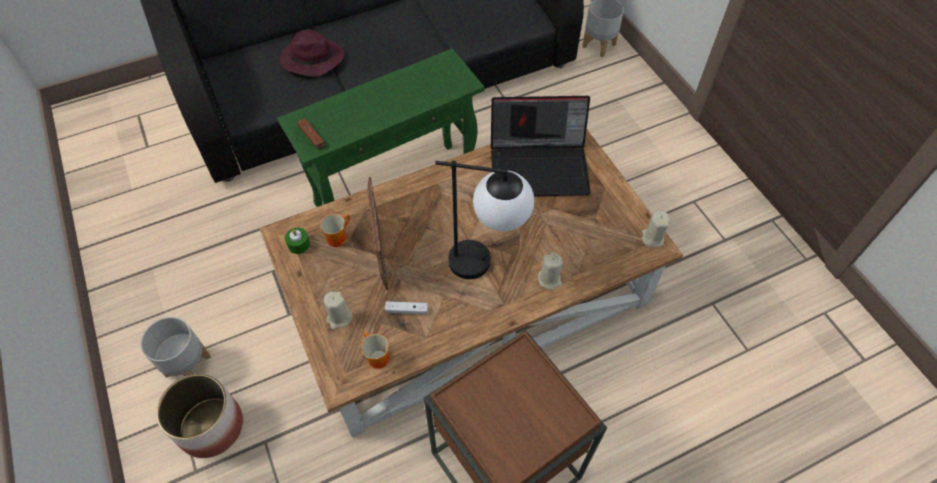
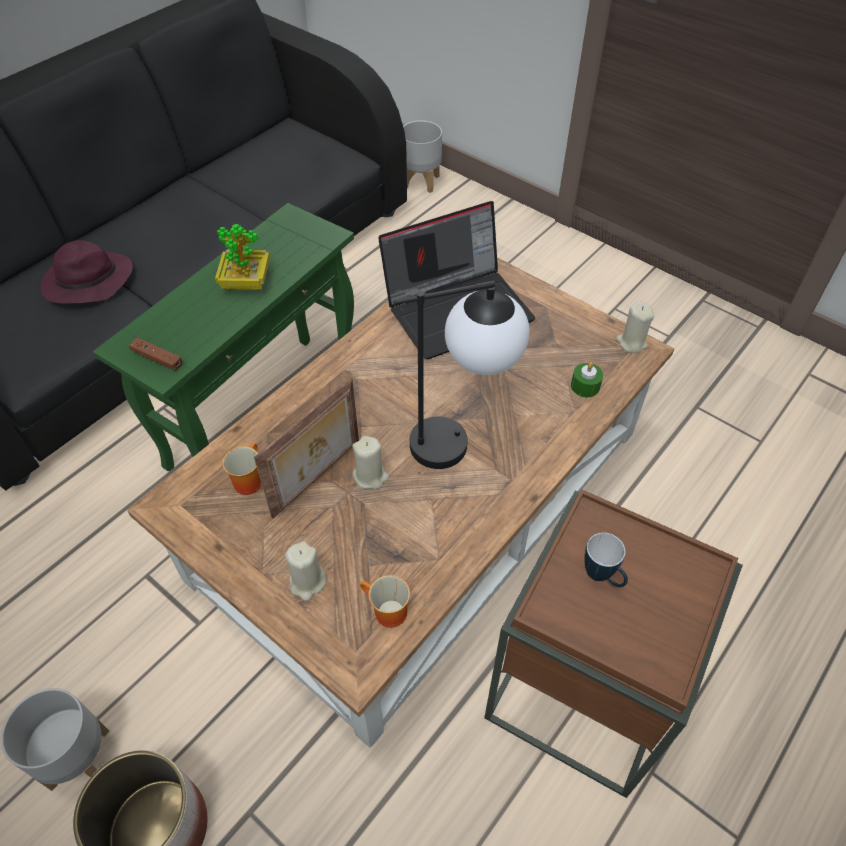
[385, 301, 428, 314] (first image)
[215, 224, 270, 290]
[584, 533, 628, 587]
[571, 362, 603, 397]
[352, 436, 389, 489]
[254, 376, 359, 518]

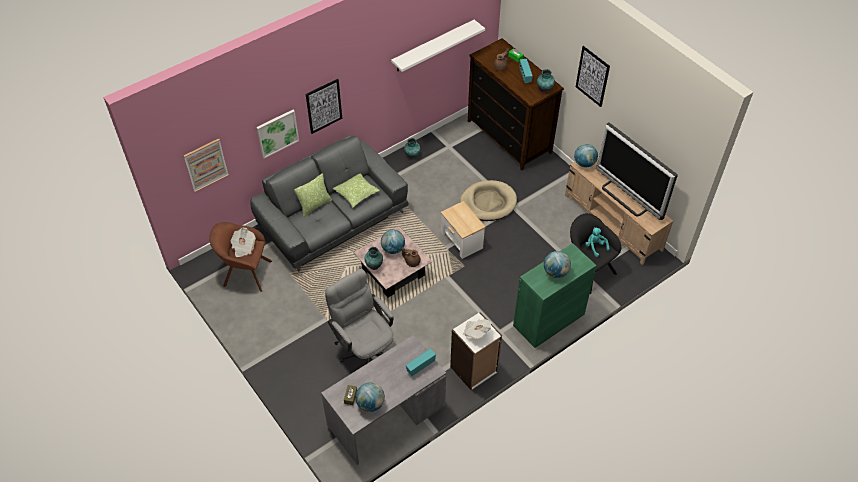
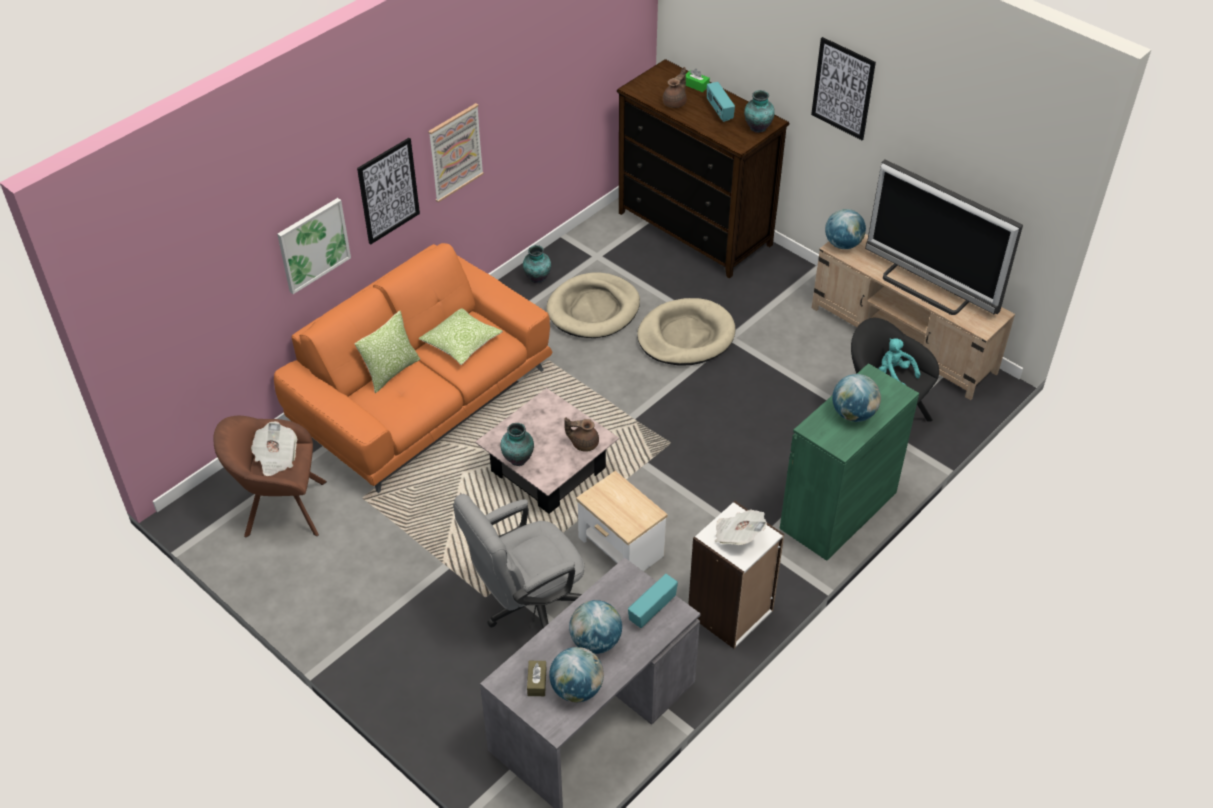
[391, 20, 485, 72] (first image)
[546, 272, 640, 338]
[428, 103, 484, 202]
[569, 600, 622, 654]
[576, 471, 668, 571]
[274, 243, 552, 493]
[453, 494, 584, 629]

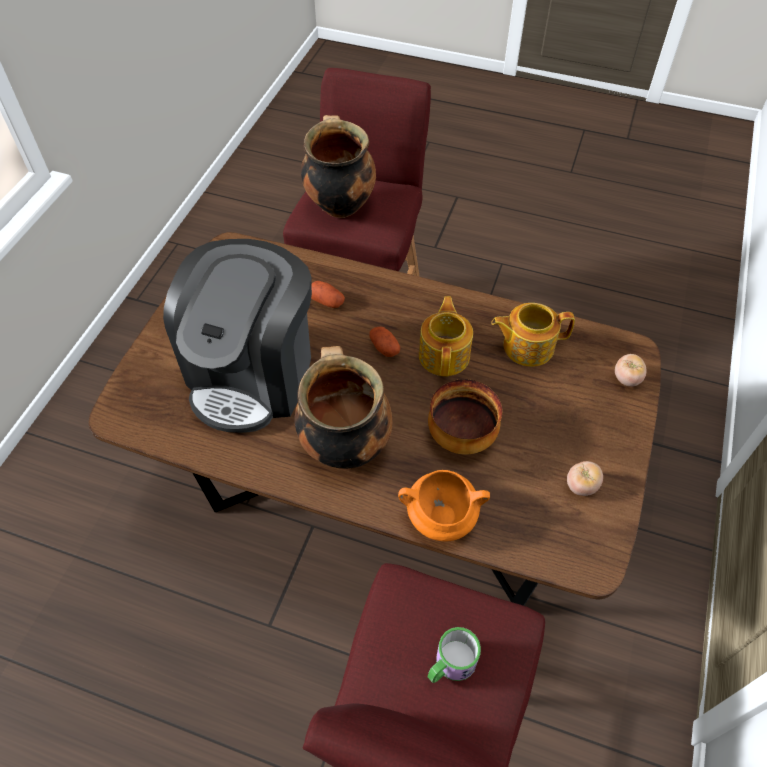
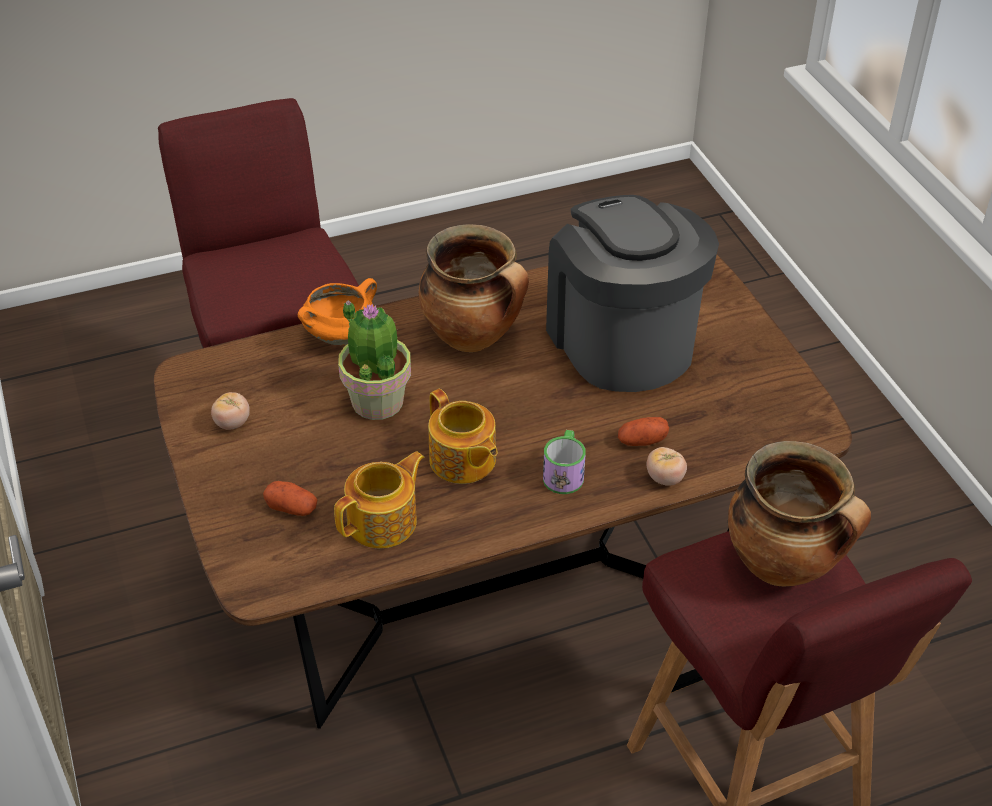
[263, 481, 317, 516]
[543, 430, 586, 494]
[647, 447, 687, 486]
[338, 301, 411, 420]

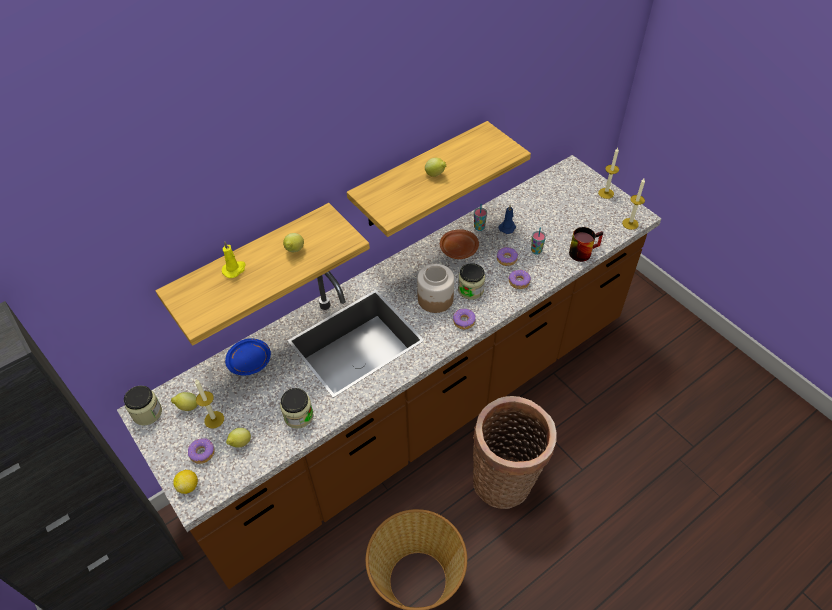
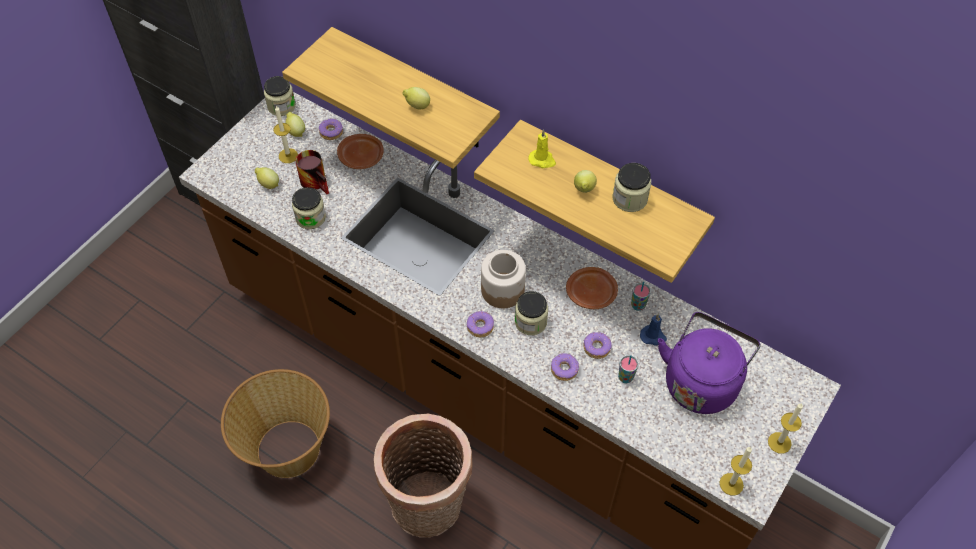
[173, 470, 198, 494] (first image)
[613, 163, 651, 212]
[658, 312, 761, 414]
[319, 118, 343, 140]
[528, 129, 556, 168]
[295, 150, 329, 194]
[337, 134, 384, 169]

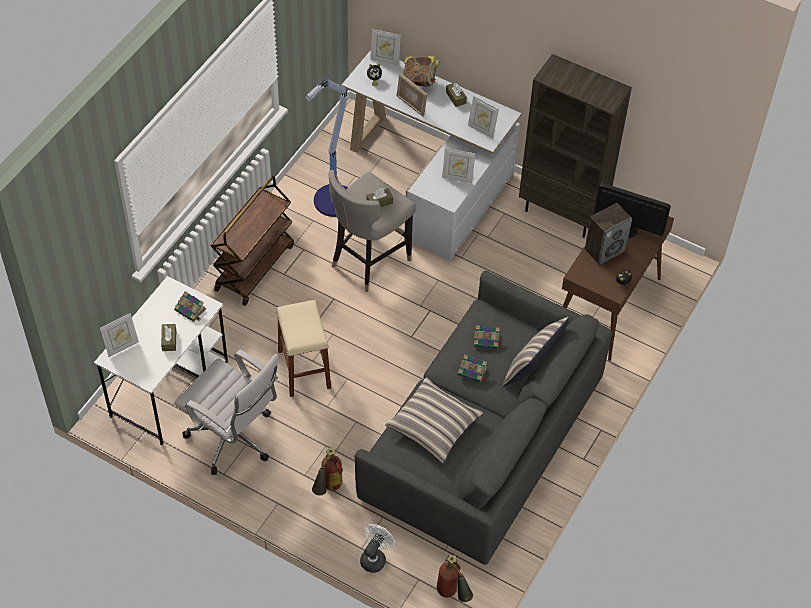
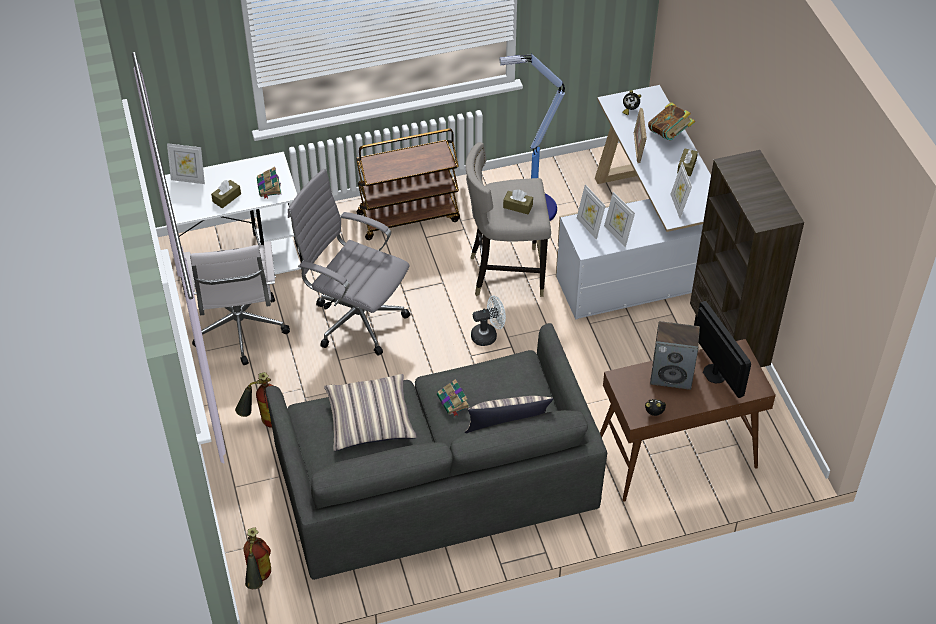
[474, 325, 502, 349] (first image)
[471, 296, 506, 346]
[577, 184, 605, 240]
[288, 169, 410, 356]

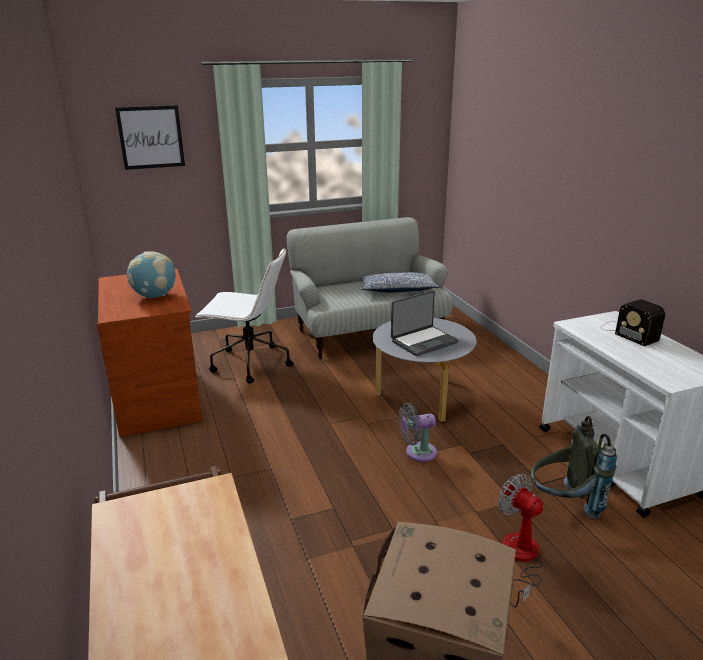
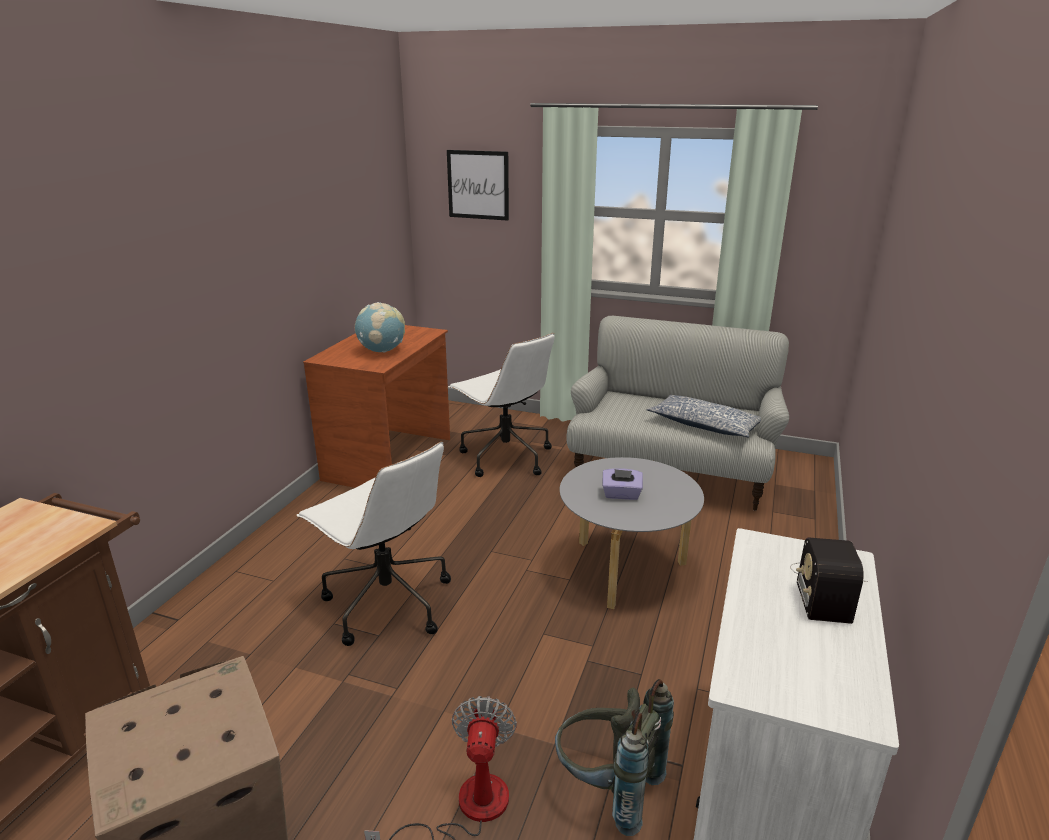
[399, 403, 437, 462] (first image)
[297, 441, 451, 646]
[602, 468, 643, 500]

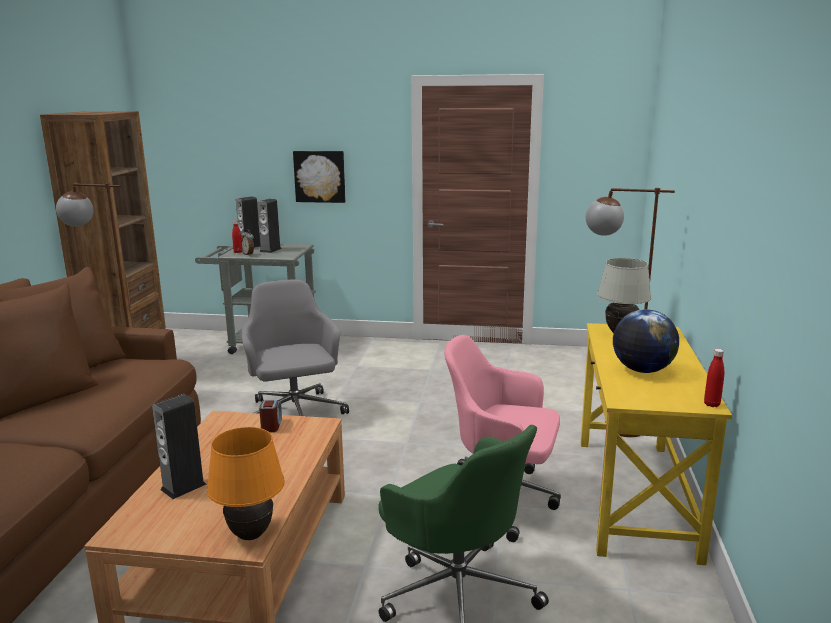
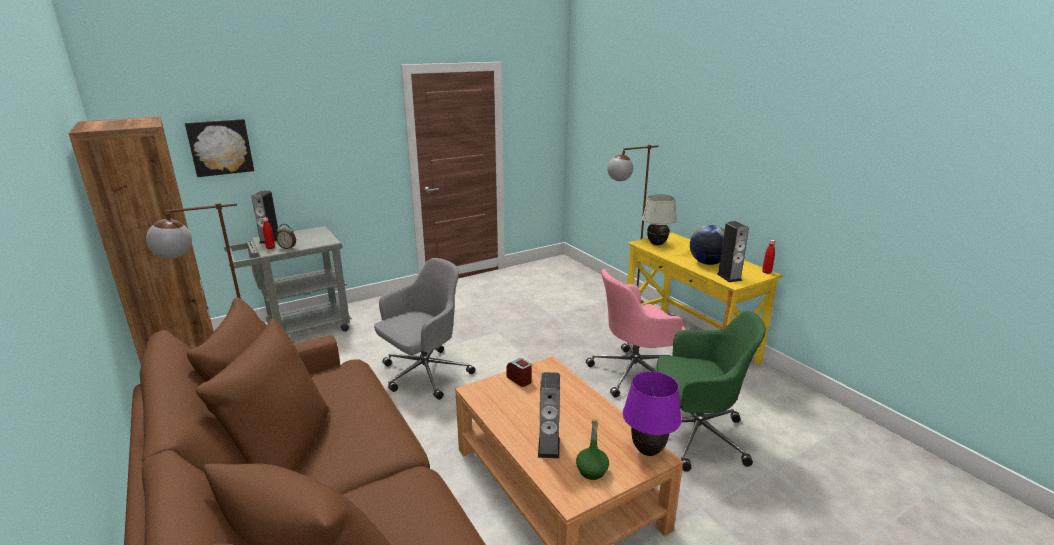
[576, 419, 609, 480]
[717, 221, 749, 282]
[185, 119, 254, 177]
[623, 371, 682, 456]
[374, 258, 476, 400]

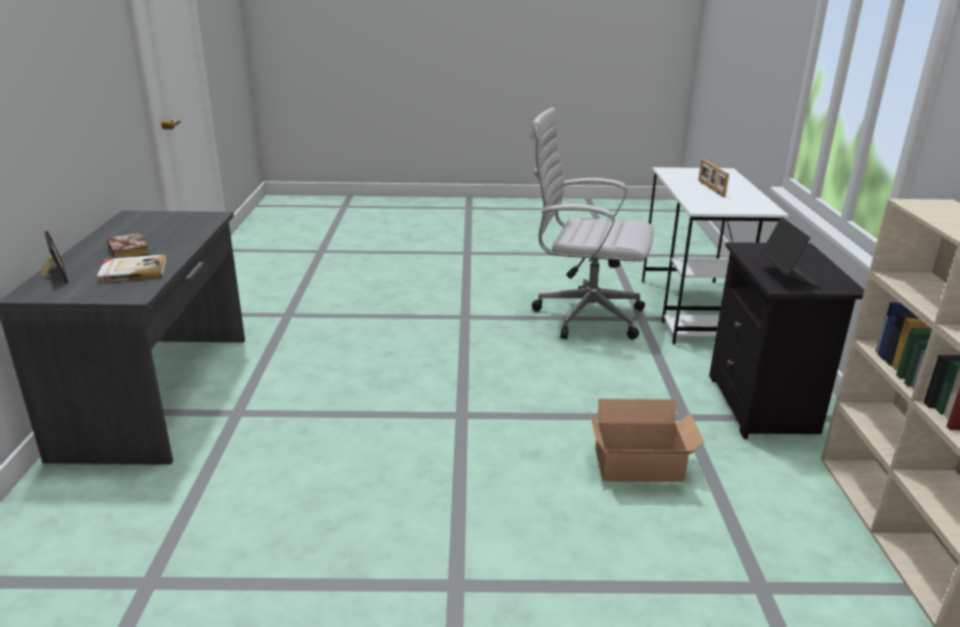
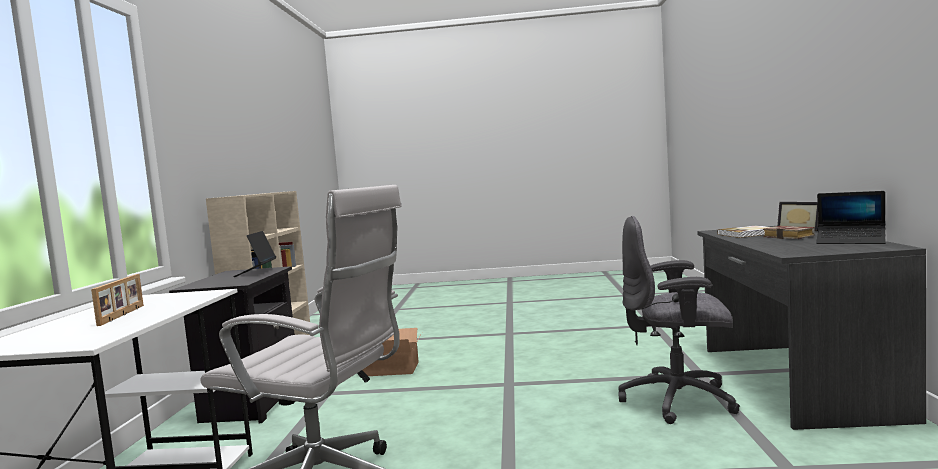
[618, 216, 740, 424]
[816, 191, 886, 244]

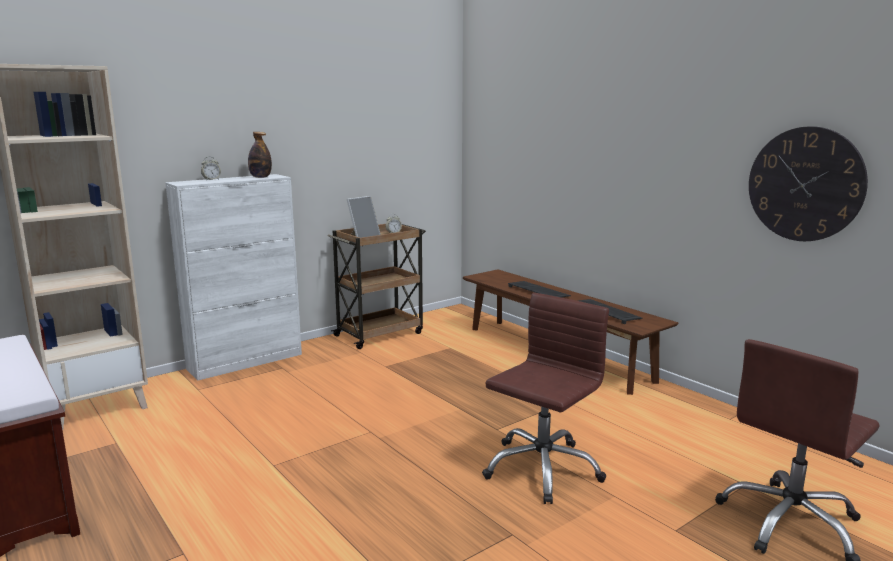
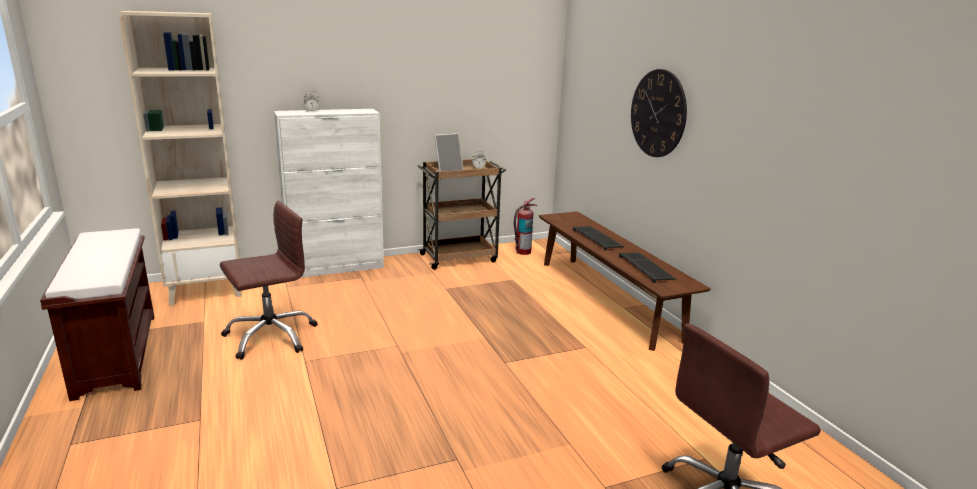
[248, 132, 272, 178] (first image)
[514, 198, 537, 255]
[220, 201, 317, 360]
[631, 69, 687, 157]

